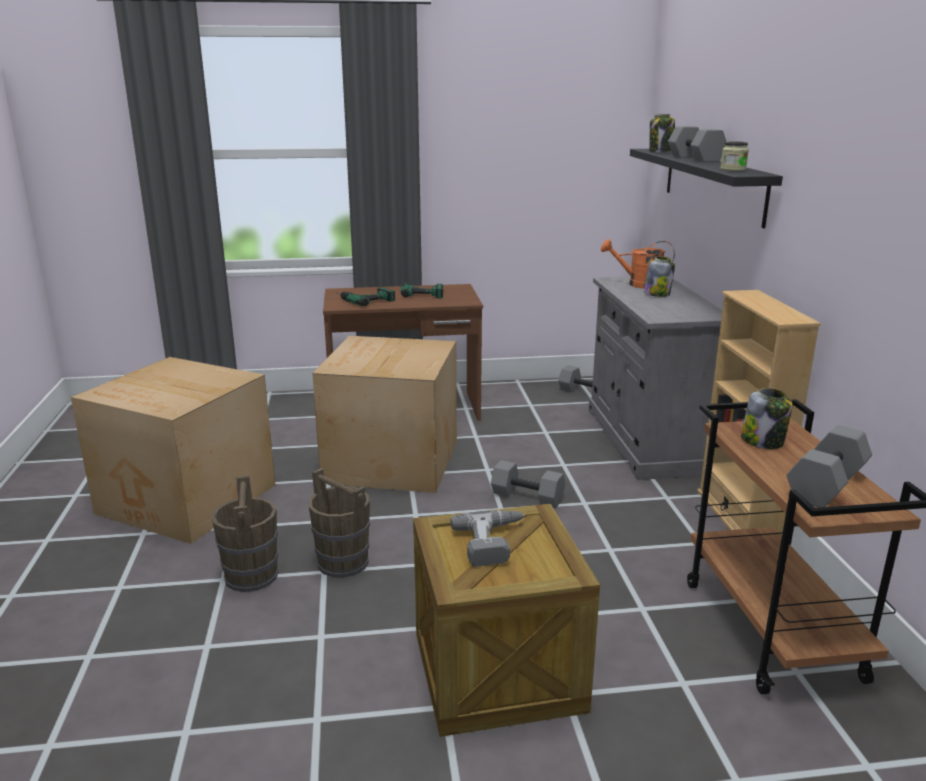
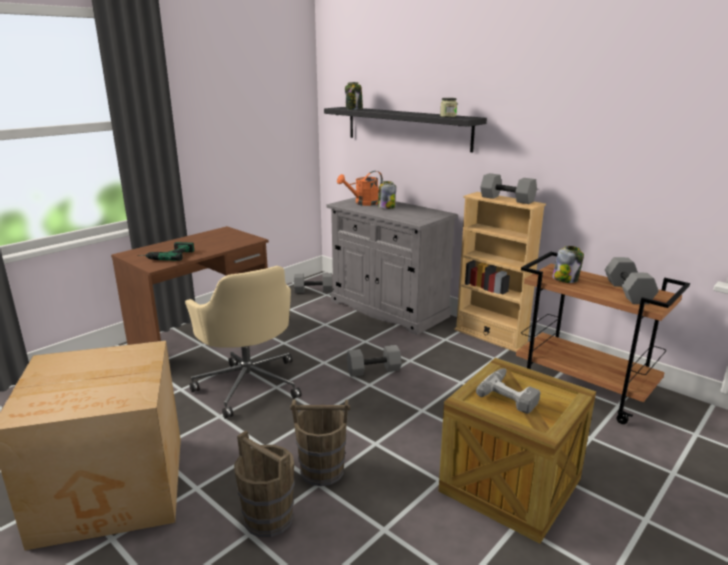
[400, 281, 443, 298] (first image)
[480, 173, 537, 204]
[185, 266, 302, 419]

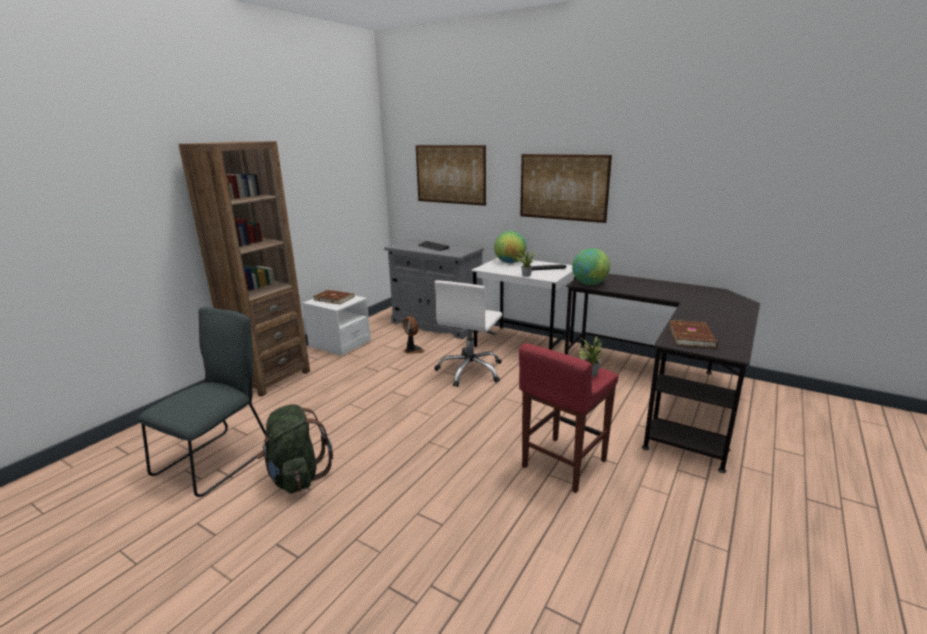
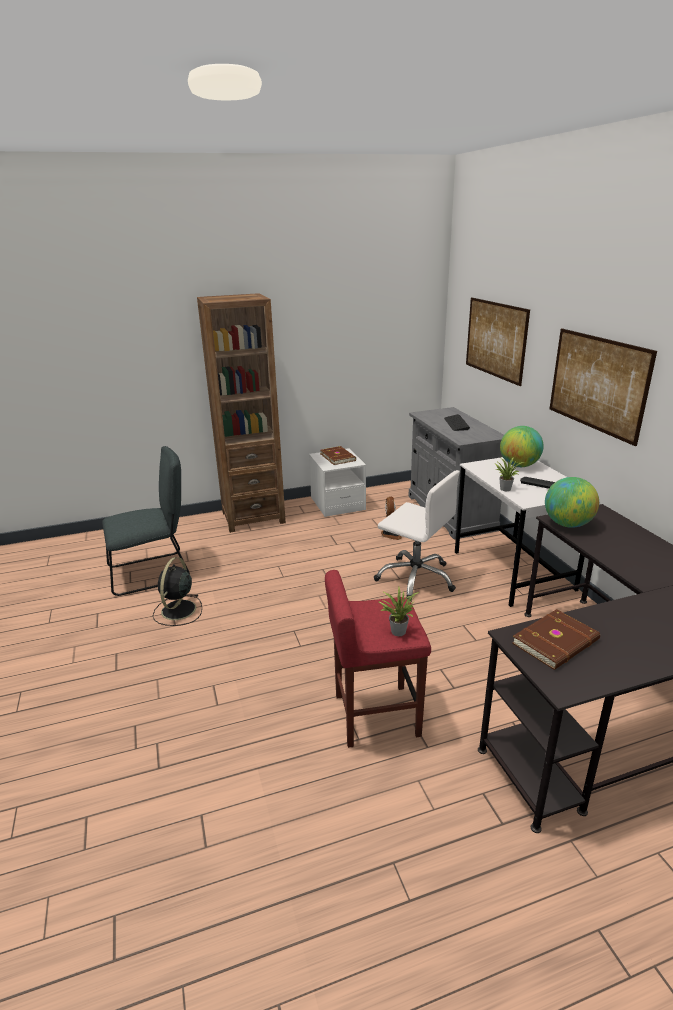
[153, 557, 202, 626]
[374, 470, 460, 602]

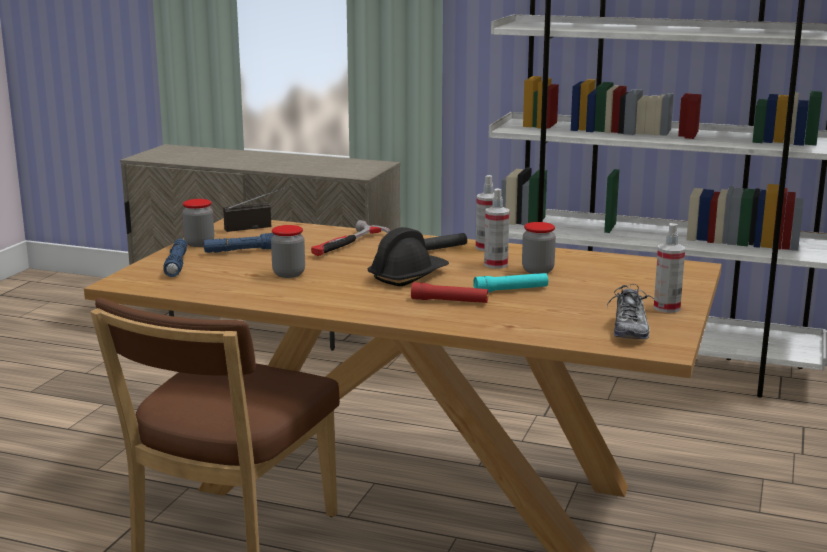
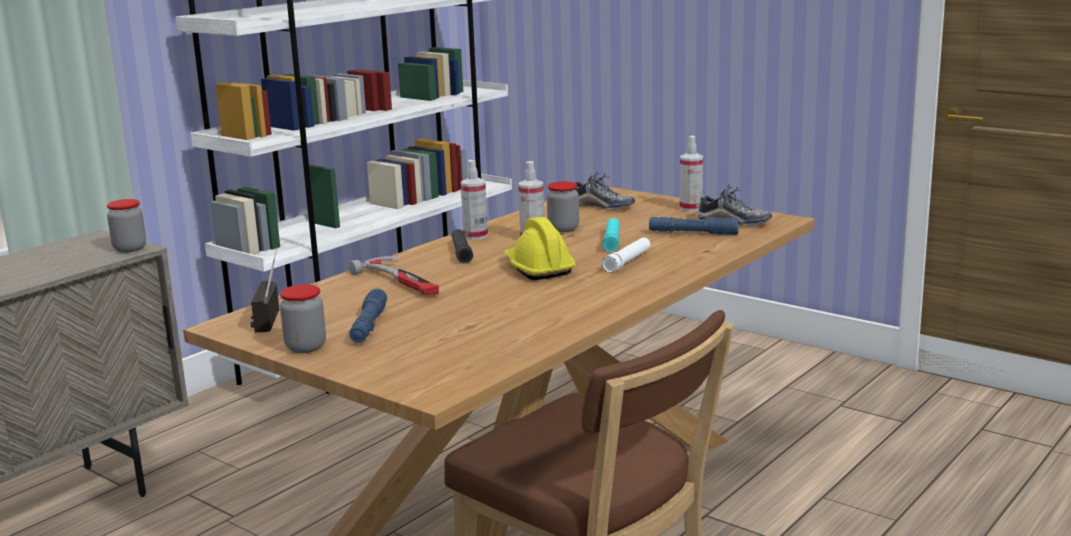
[573, 171, 635, 210]
[649, 217, 739, 235]
[107, 199, 146, 252]
[504, 217, 576, 280]
[602, 237, 650, 272]

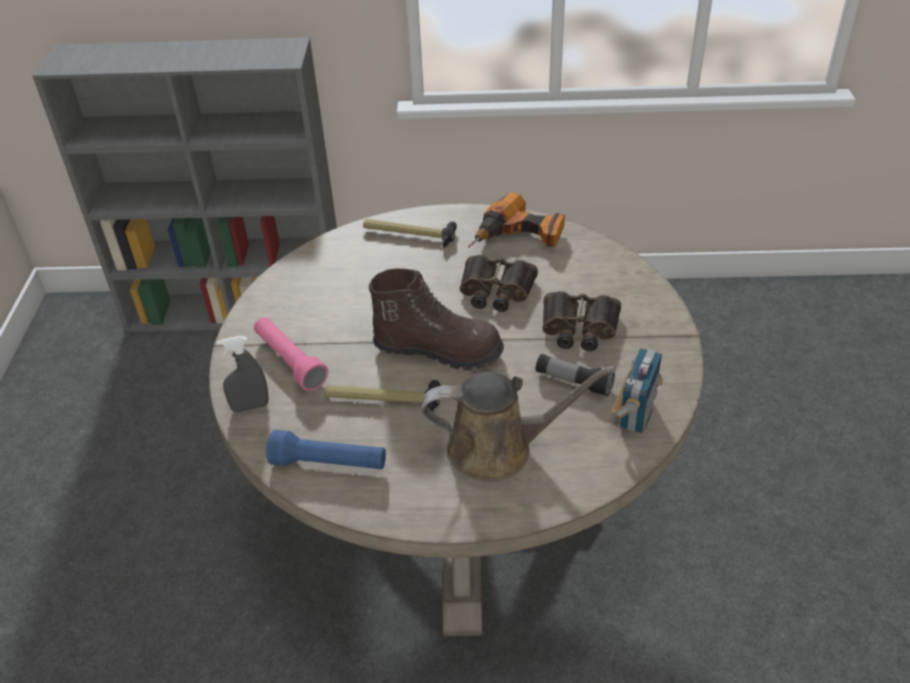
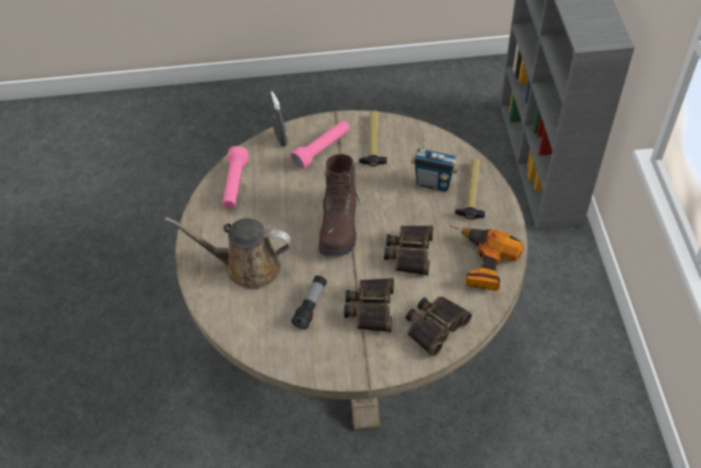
[405, 297, 472, 357]
[359, 111, 387, 166]
[411, 134, 459, 192]
[222, 146, 249, 209]
[164, 217, 291, 289]

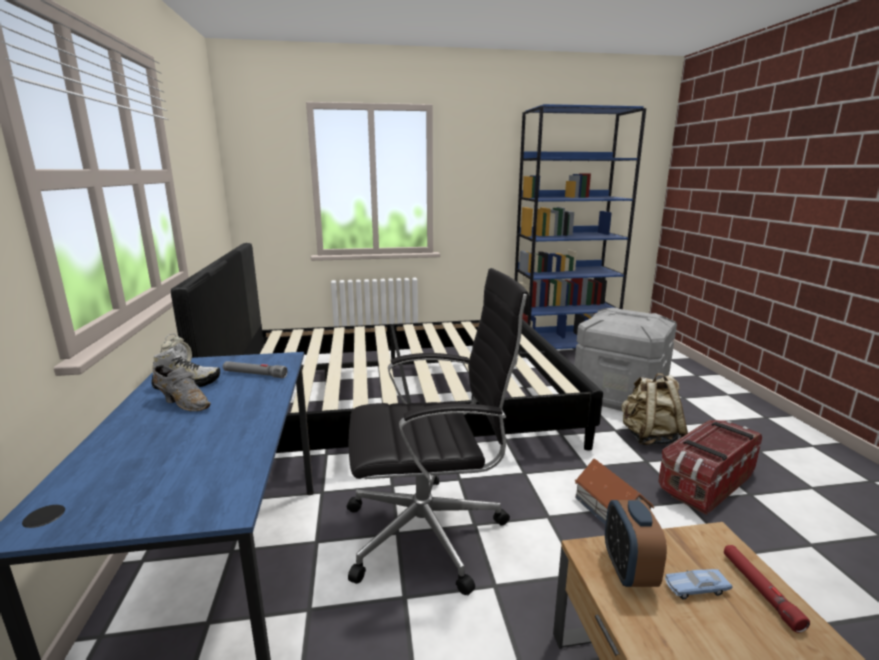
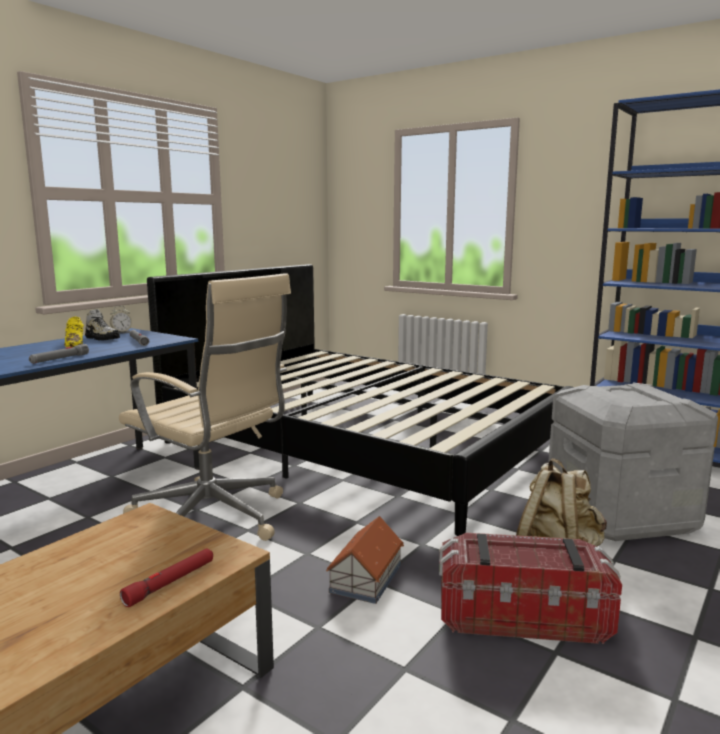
[605, 500, 667, 587] (first image)
[665, 569, 732, 599] (first image)
[29, 344, 89, 364]
[64, 317, 84, 347]
[119, 273, 291, 541]

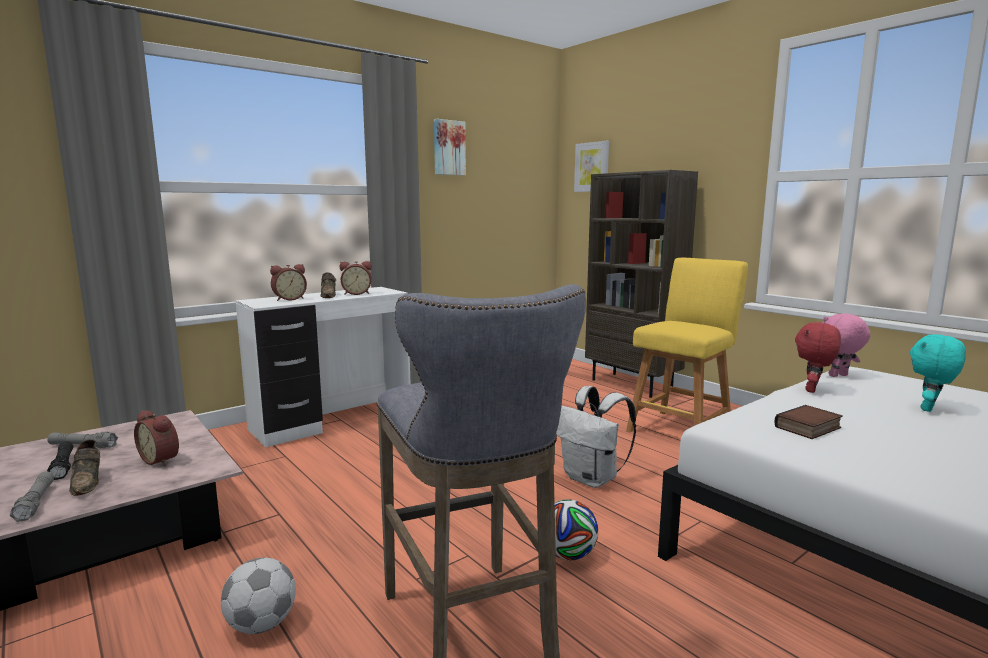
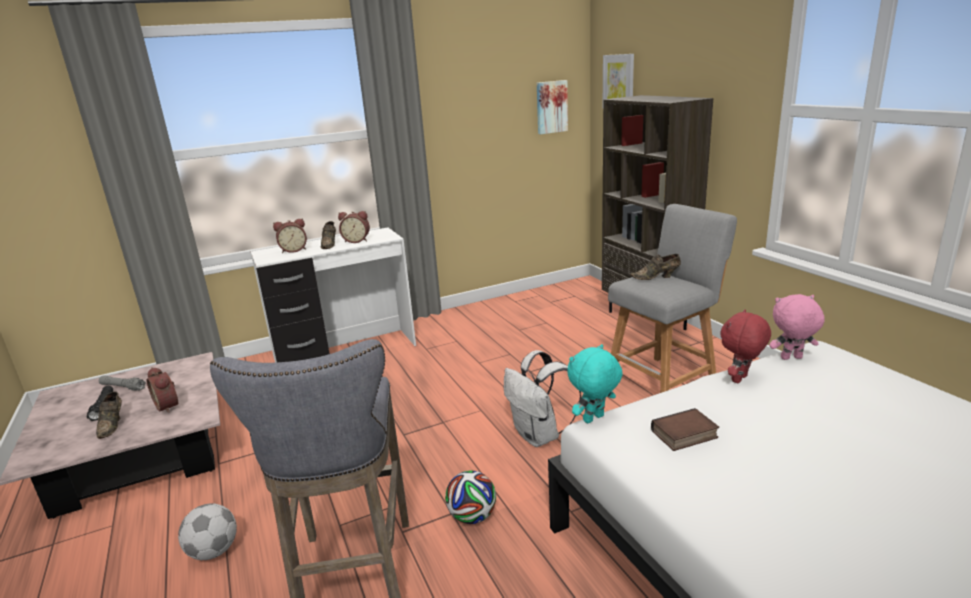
[10, 472, 54, 522] (first image)
[630, 254, 681, 280]
[537, 80, 568, 134]
[567, 344, 623, 423]
[608, 204, 737, 393]

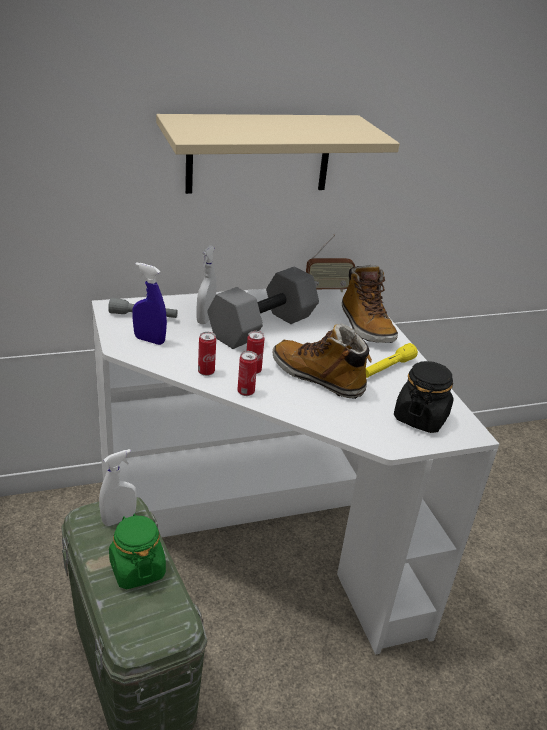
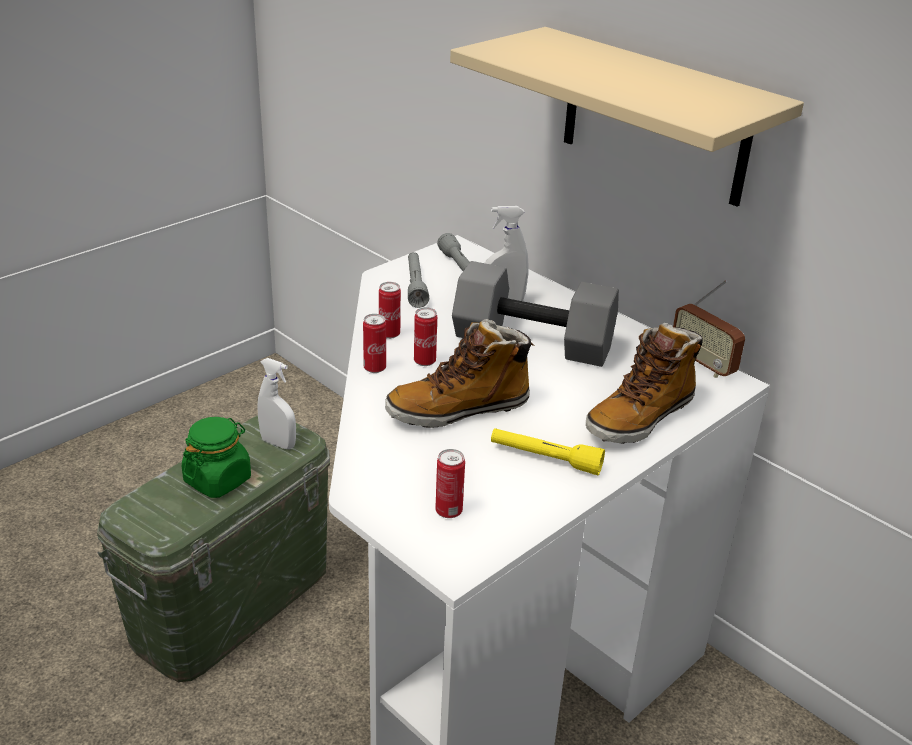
[408, 252, 429, 308]
[435, 449, 465, 518]
[385, 319, 535, 428]

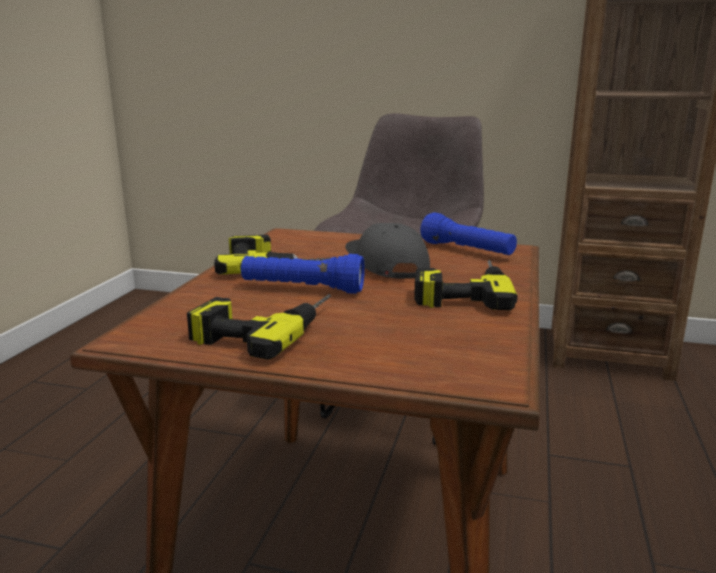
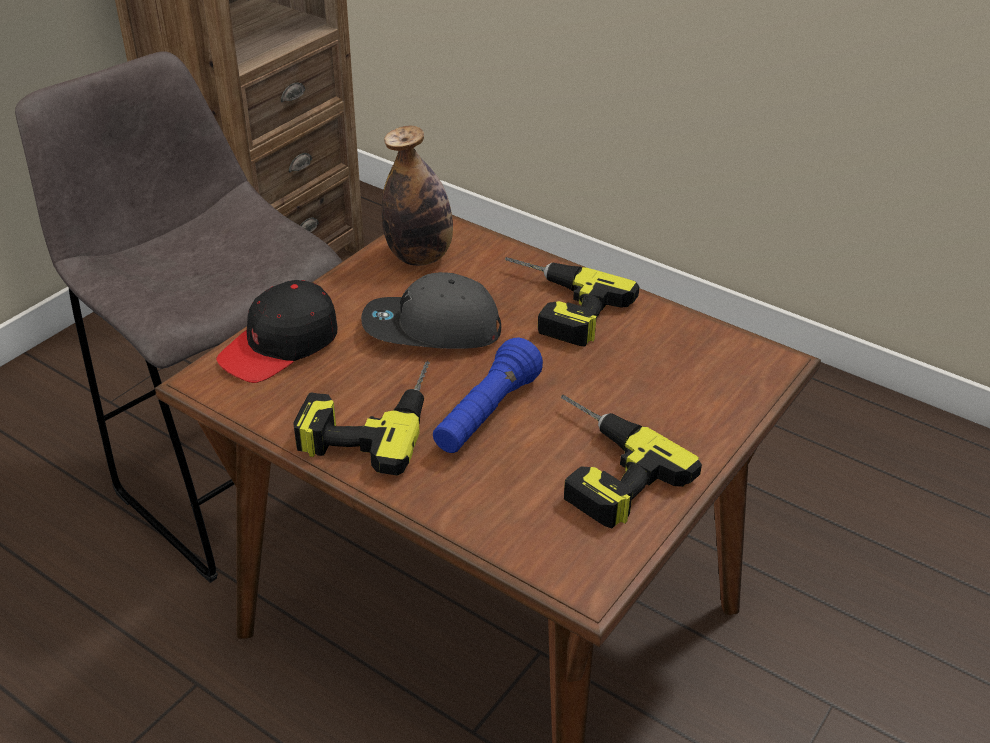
[216, 280, 338, 383]
[382, 125, 453, 266]

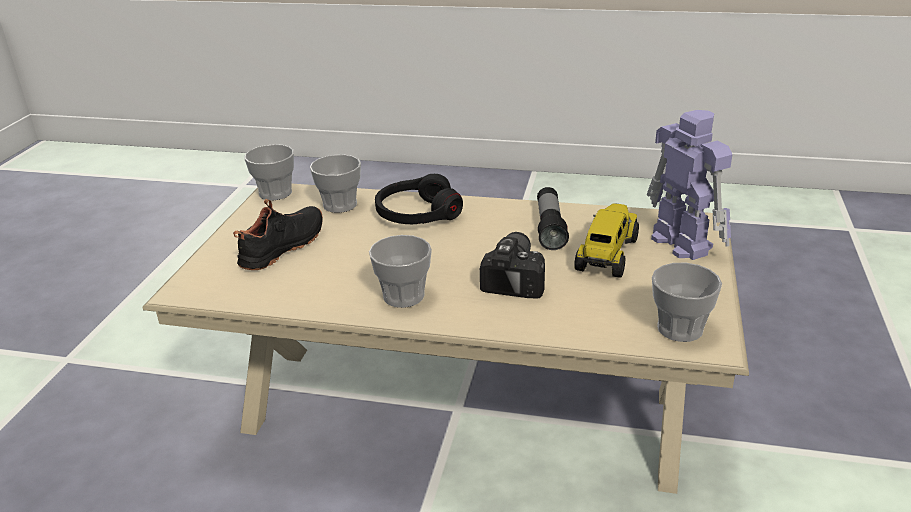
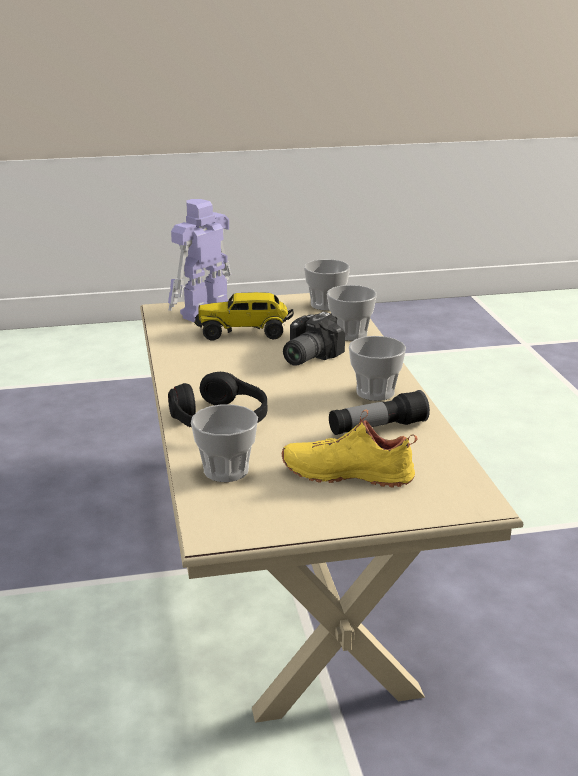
[327, 285, 377, 341]
[329, 390, 430, 435]
[282, 409, 418, 488]
[283, 312, 345, 366]

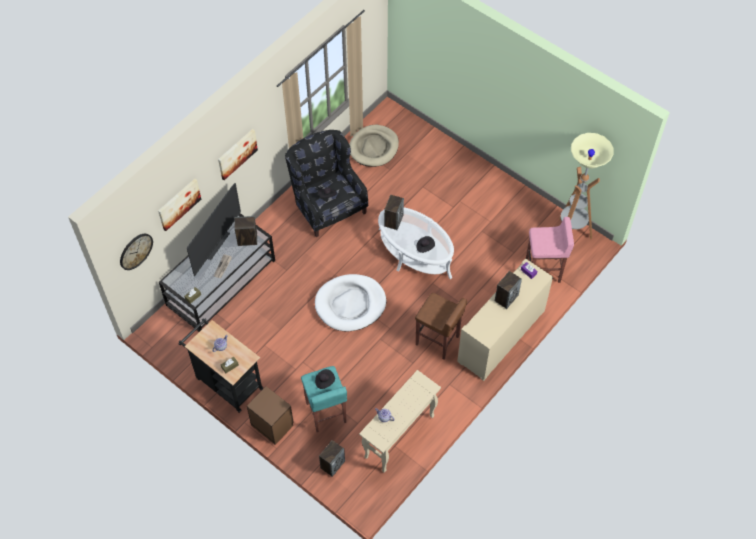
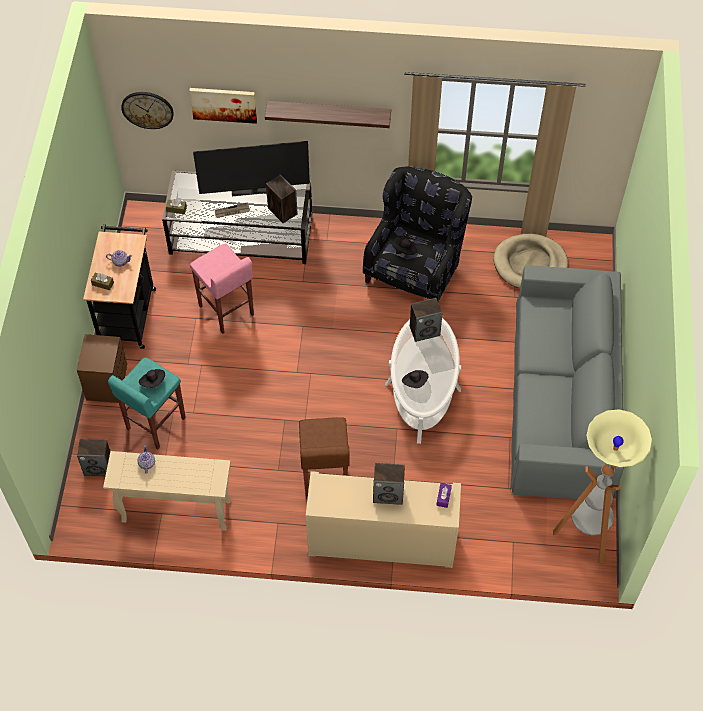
[315, 274, 386, 331] (first image)
[510, 265, 624, 499]
[190, 244, 254, 334]
[265, 101, 391, 128]

